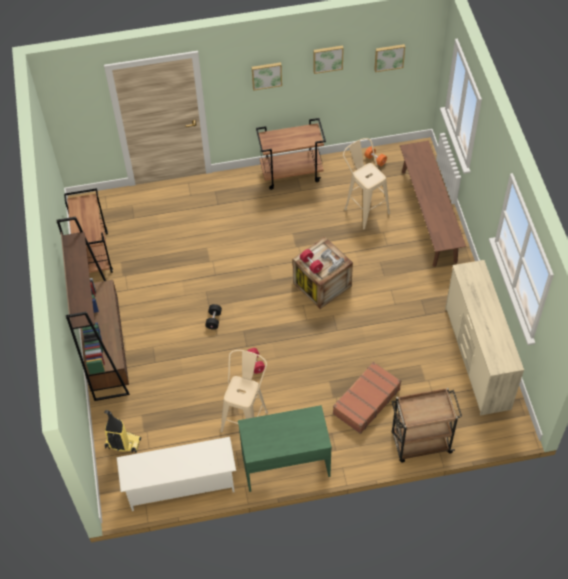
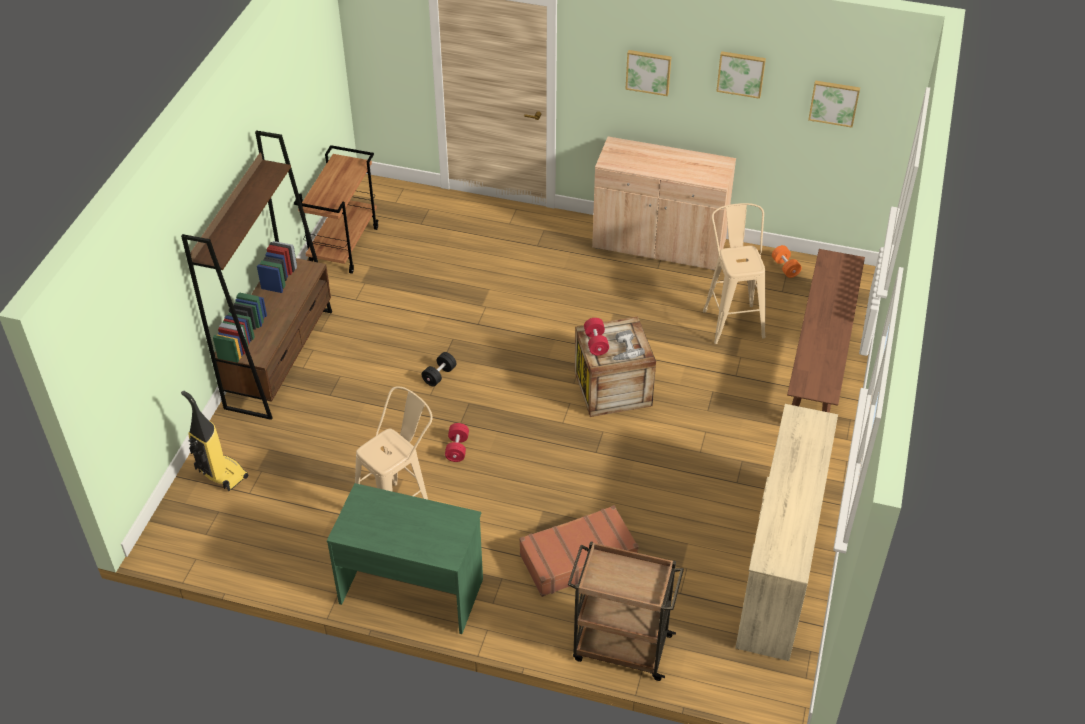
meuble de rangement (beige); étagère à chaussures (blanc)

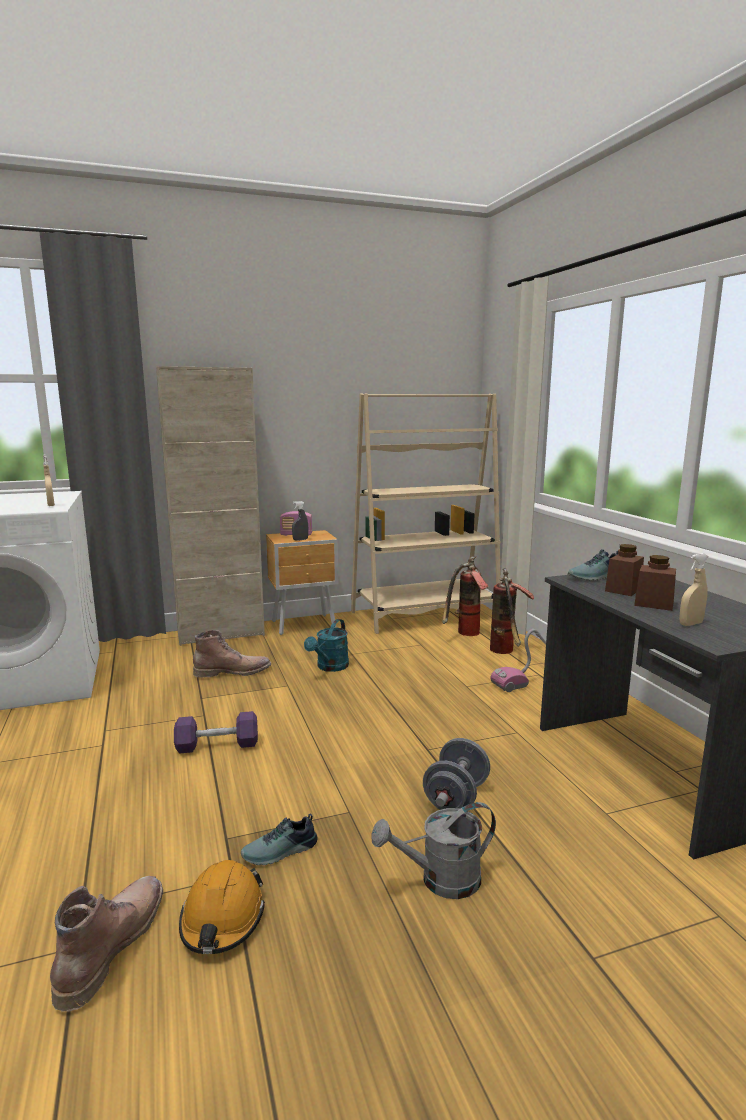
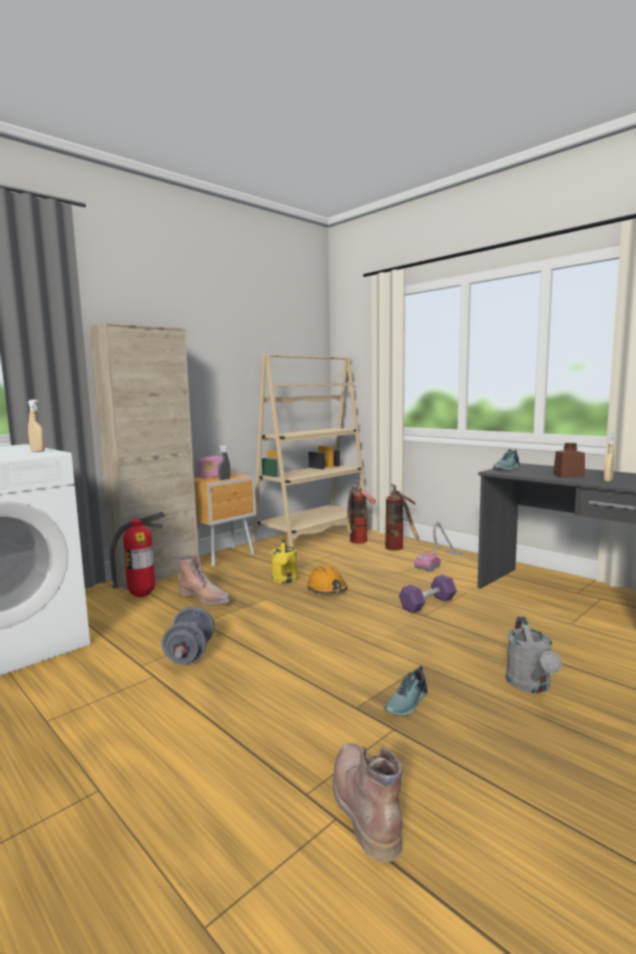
bocal (marron) (1st from left in the first image); arrosoir (jaune); botte (marron) (1st from left); haltère (violet); haltère (gris); arrosoir (gris); casque de chantier (orange); extincteur (1st from left)

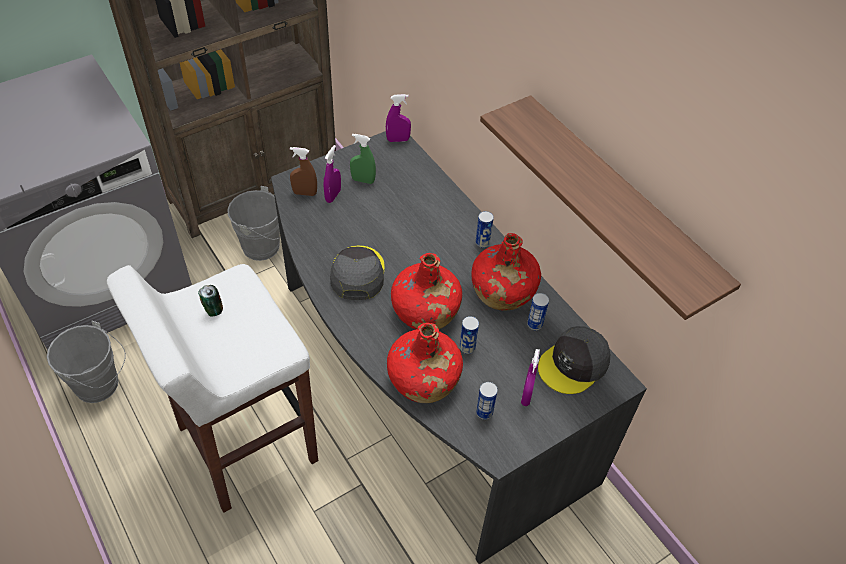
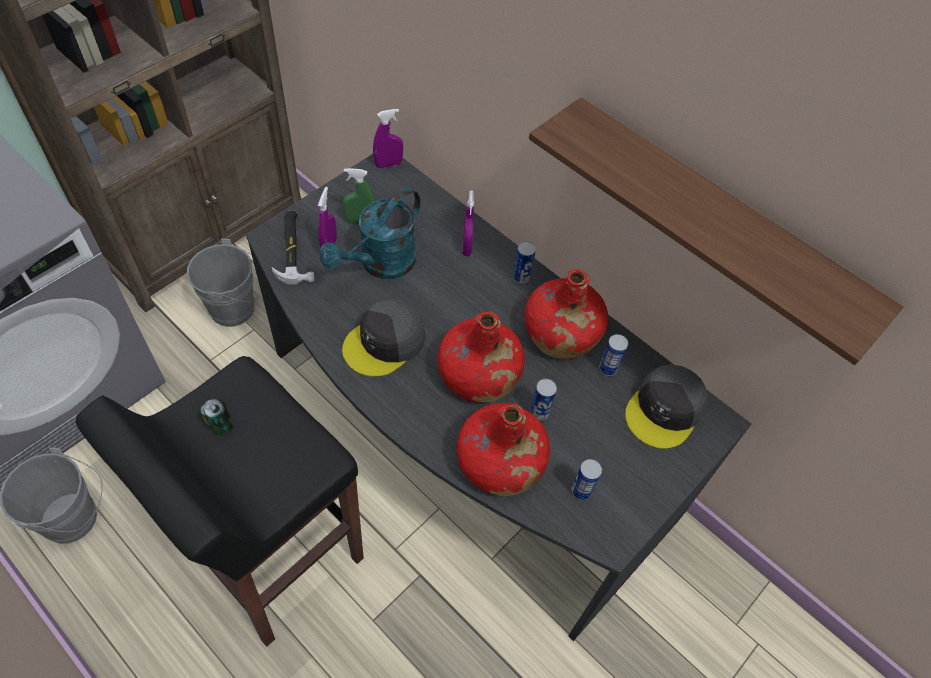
marteau; casquette (gris) (1st from left); tabouret (noir); vaporisateur (violet) (3rd from left); arrosoir (turquoise)

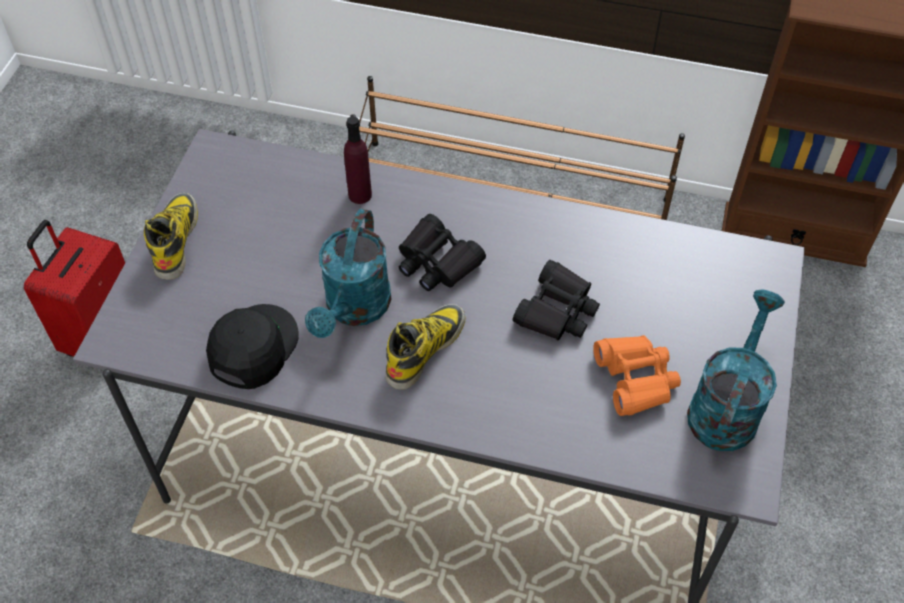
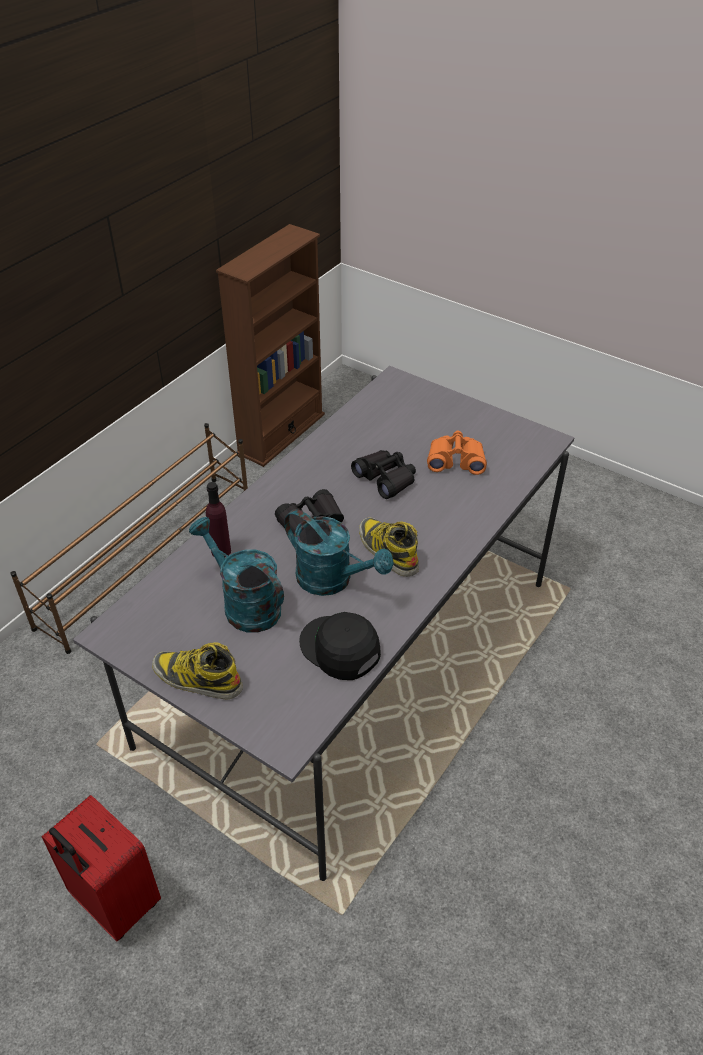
arrosoir (turquoise) (1st from left)

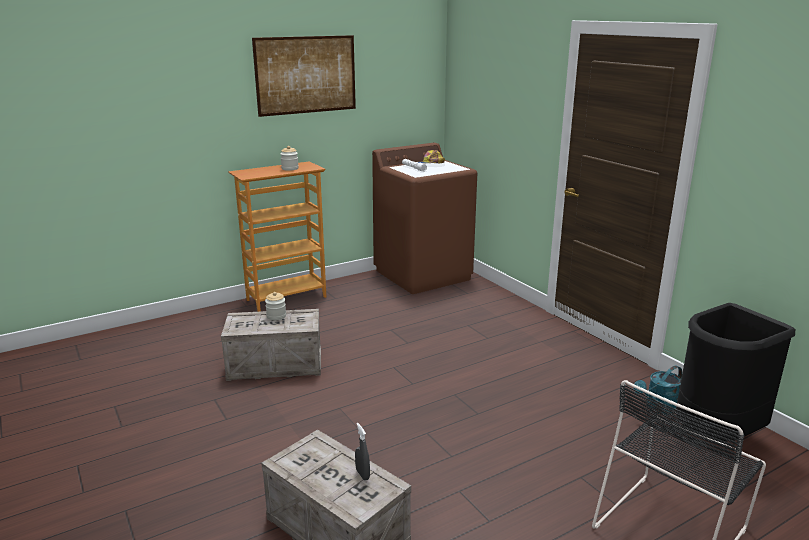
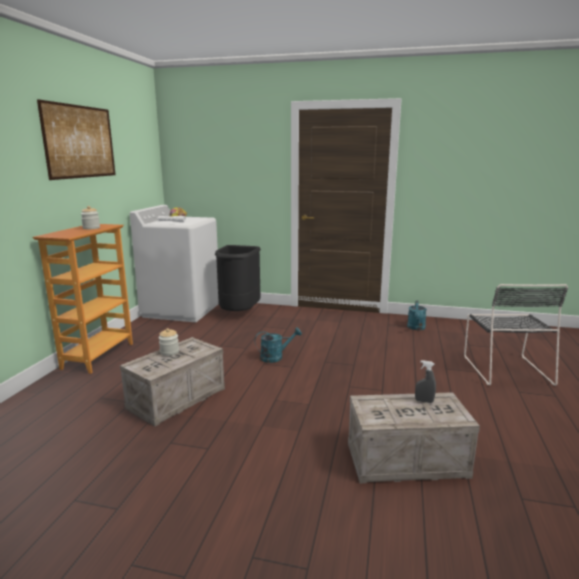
lave-linge (blanc); poubelle (noir); arrosoir (turquoise) (1st from left)

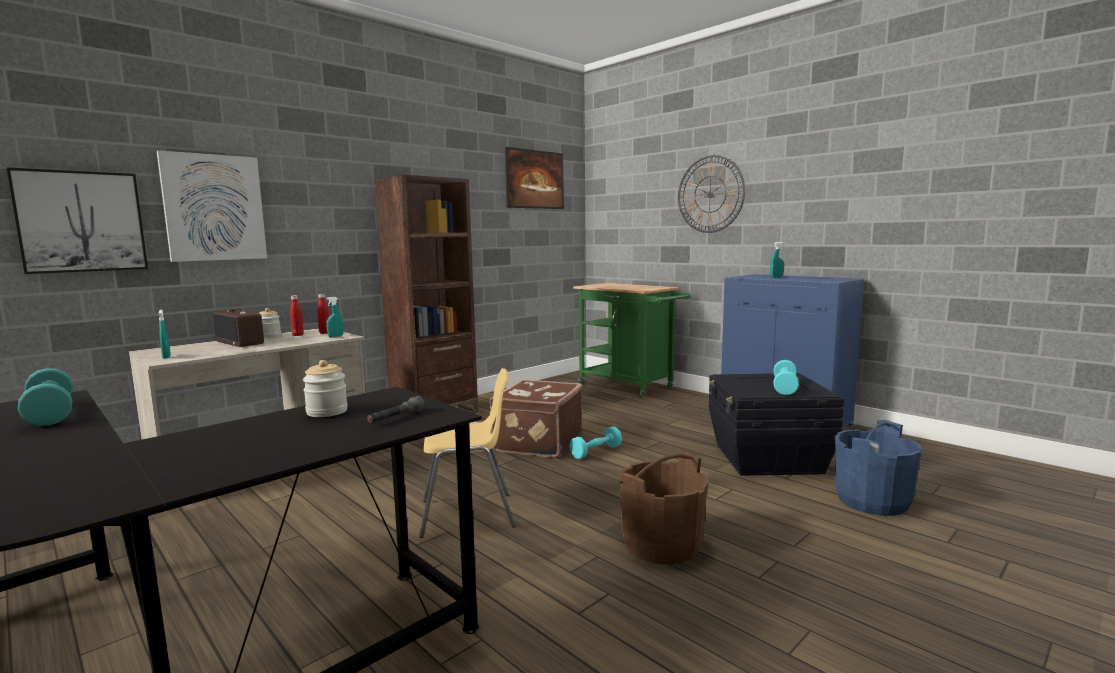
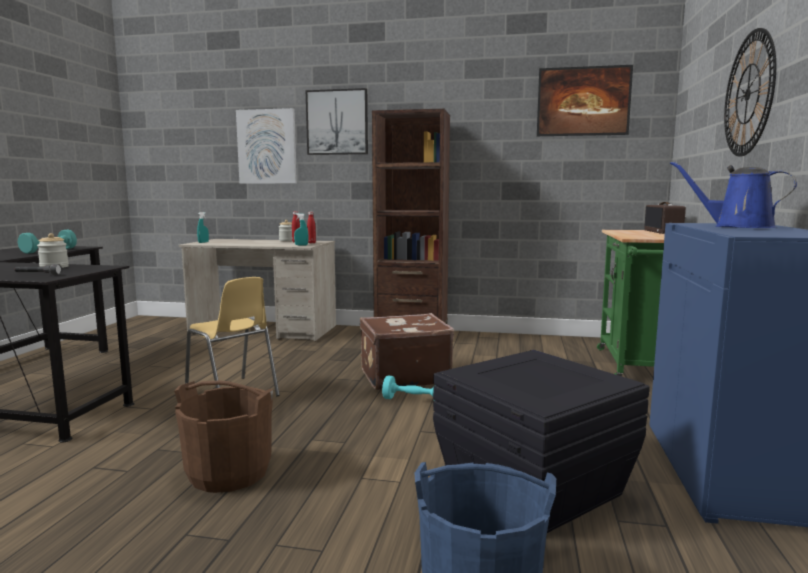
tableau (2nd from left); arrosoir (bleu); radio; haltère (turquoise) (3rd from left in the first image)

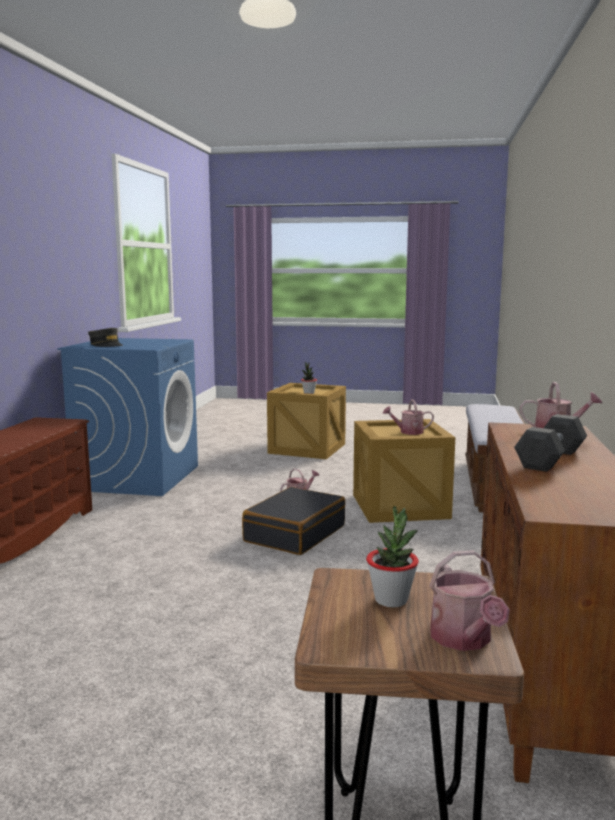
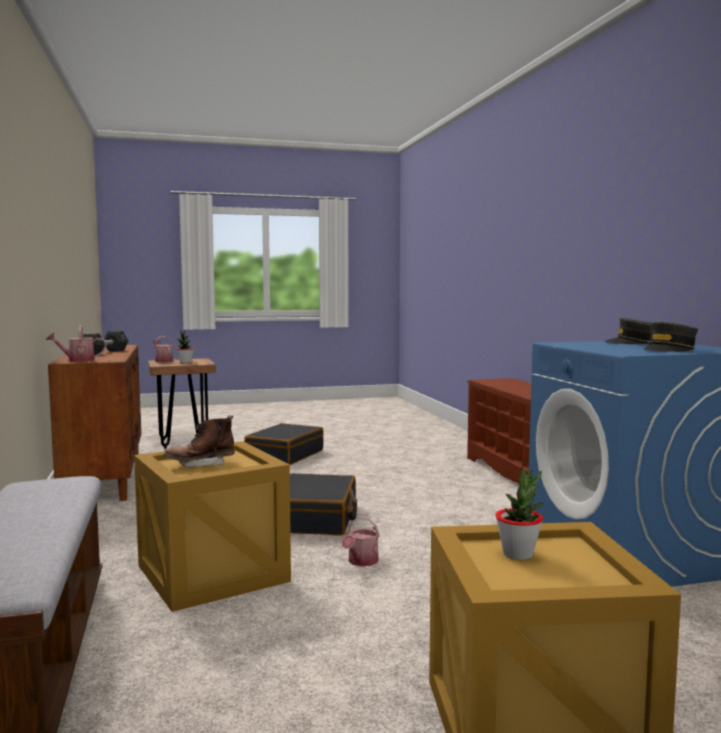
botte (marron); casquette (gris) (2nd from left); valise (noir) (1st from left)

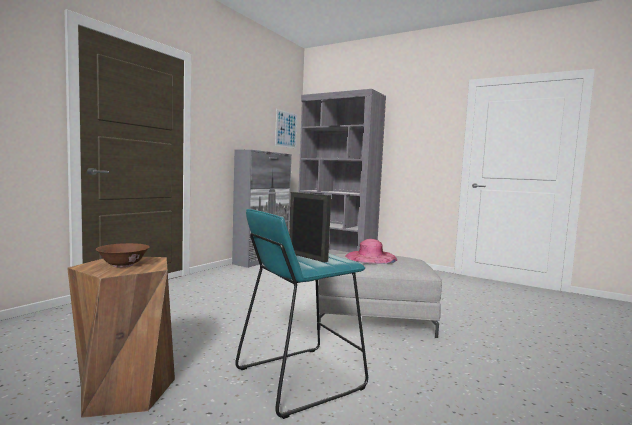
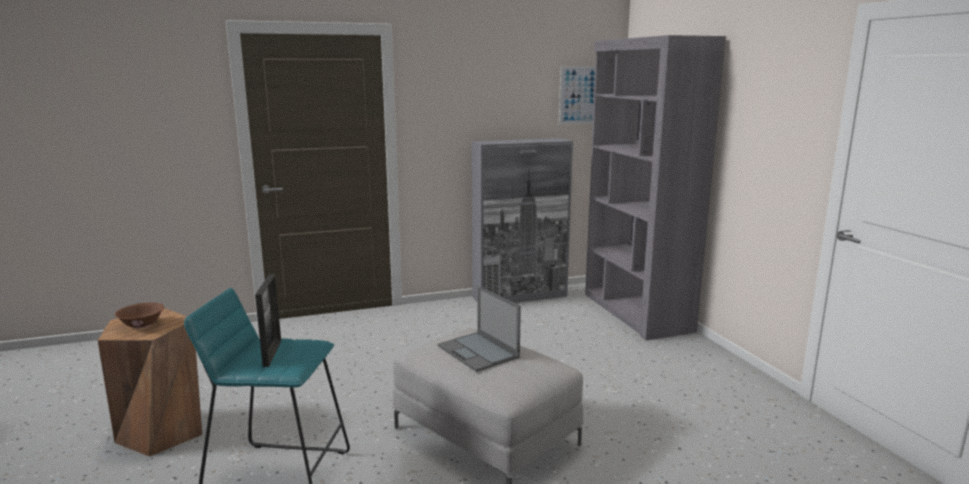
ordinateur portable

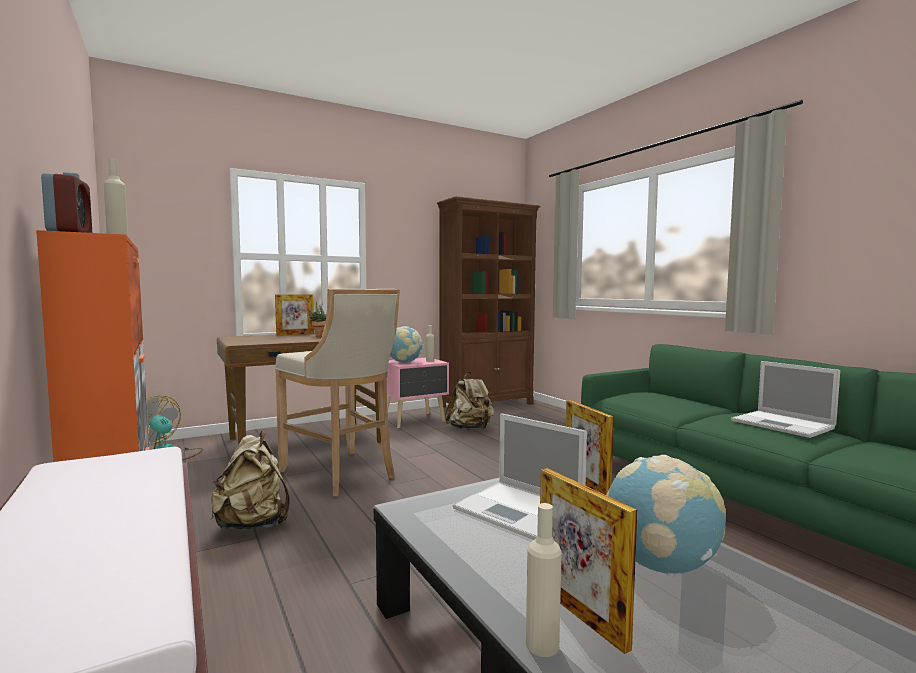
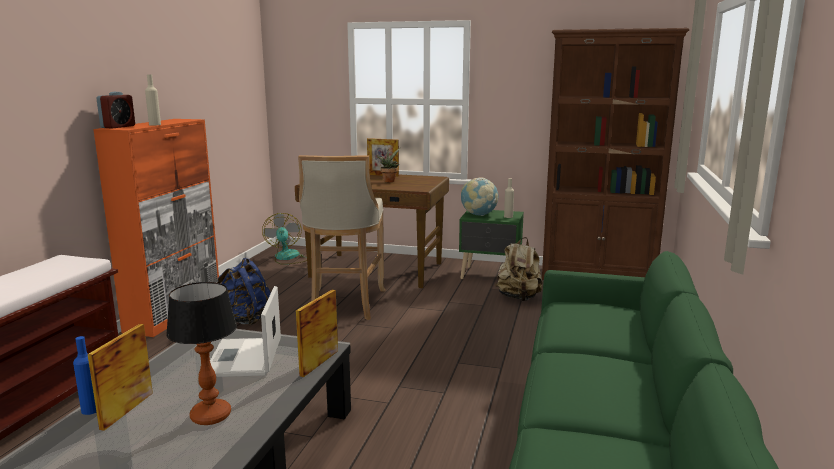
table de chevet (vert); ordinateur portable (2nd from left in the first image); sac à dos (bleu); lampe de table; bouteille (bleu)

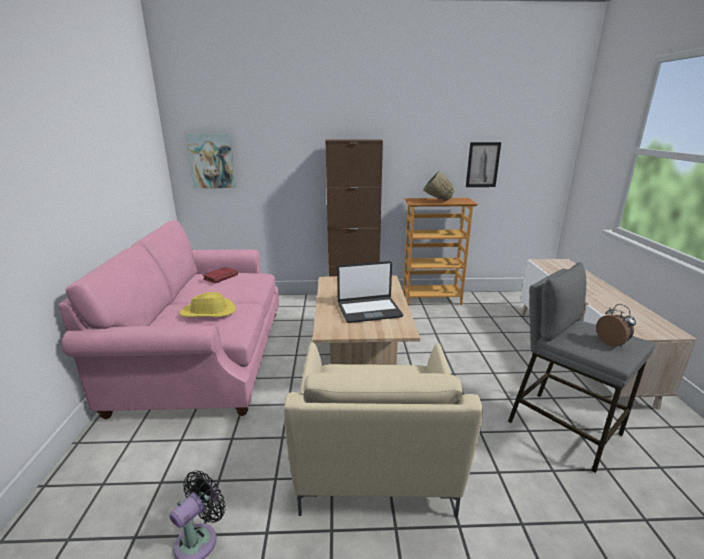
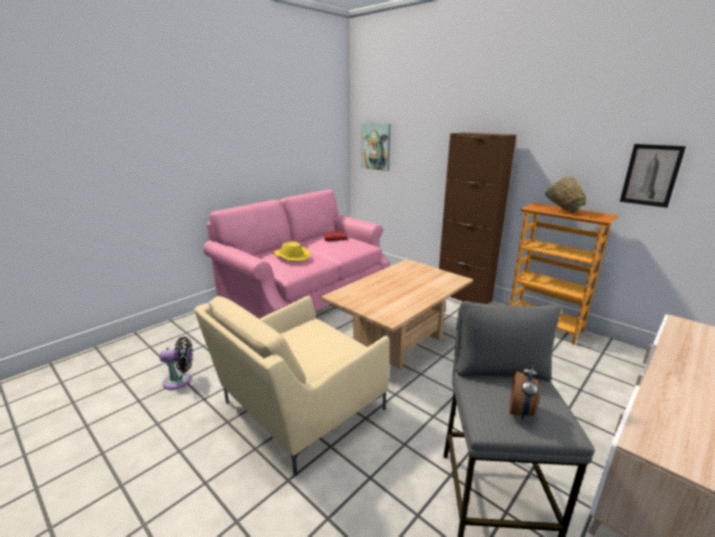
ordinateur portable

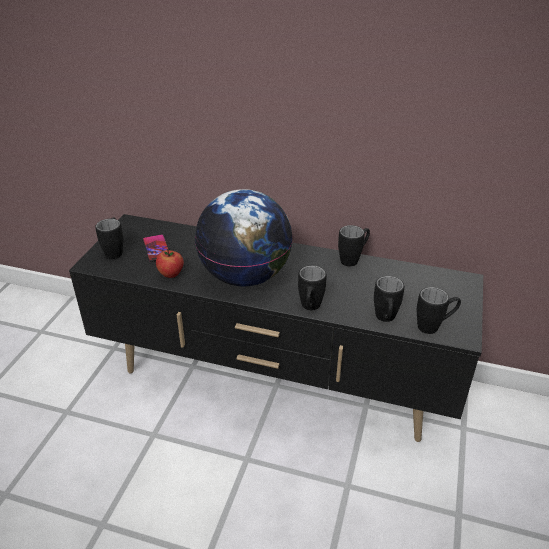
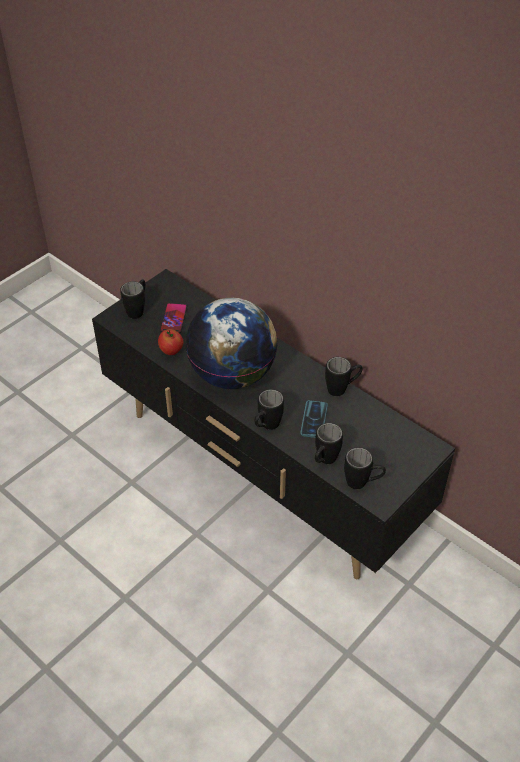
téléphone (2nd from left)

